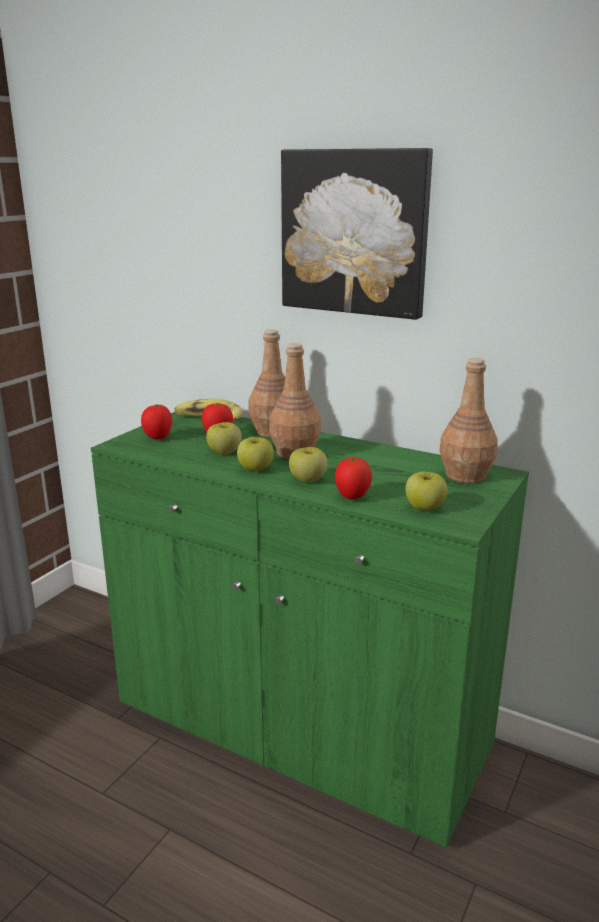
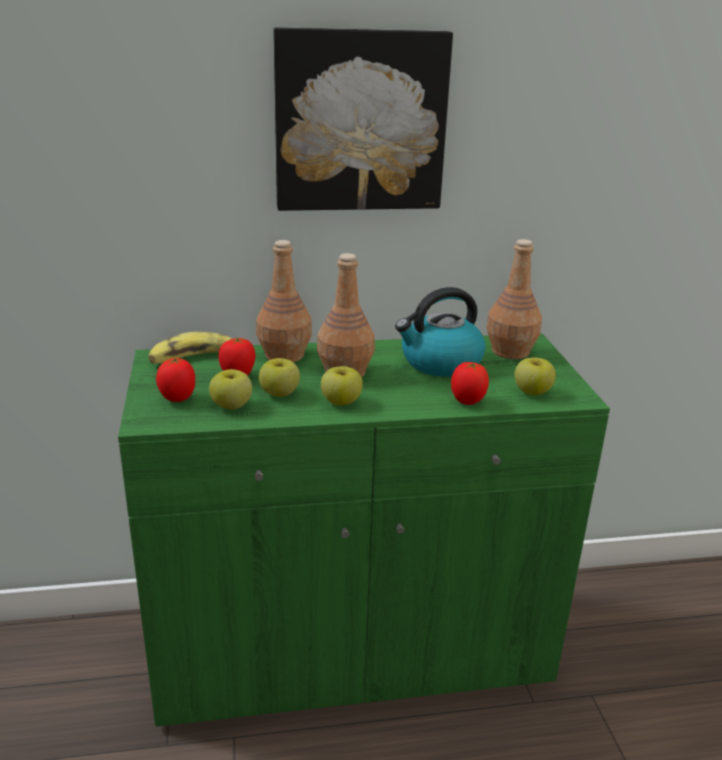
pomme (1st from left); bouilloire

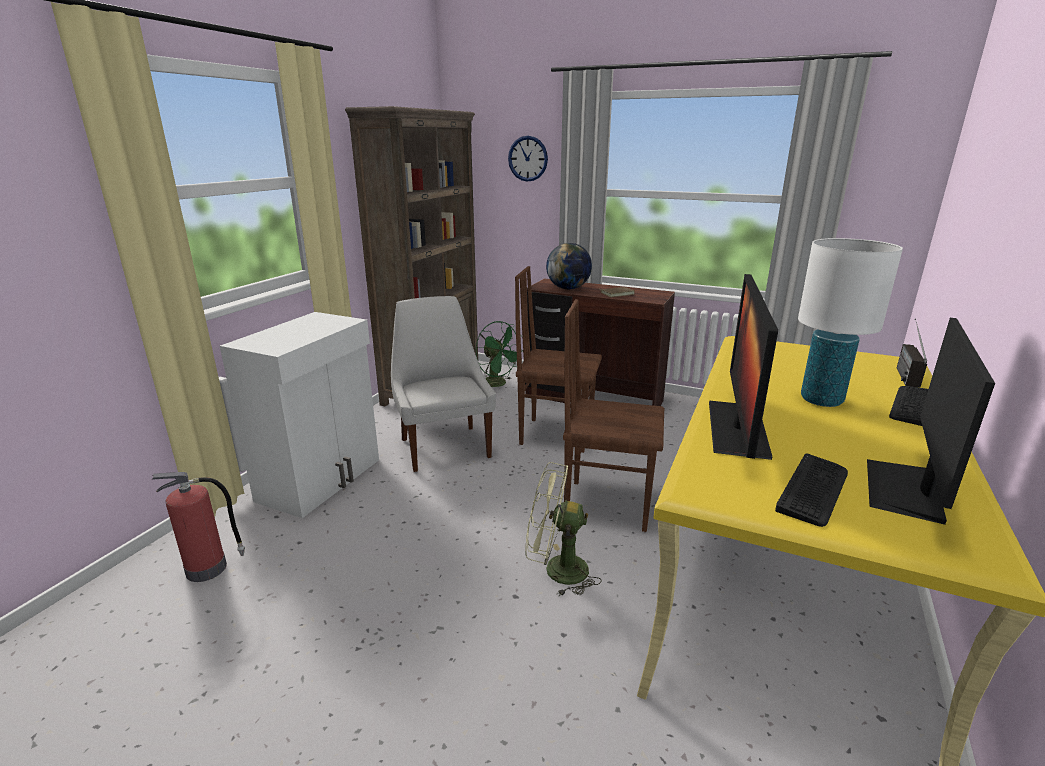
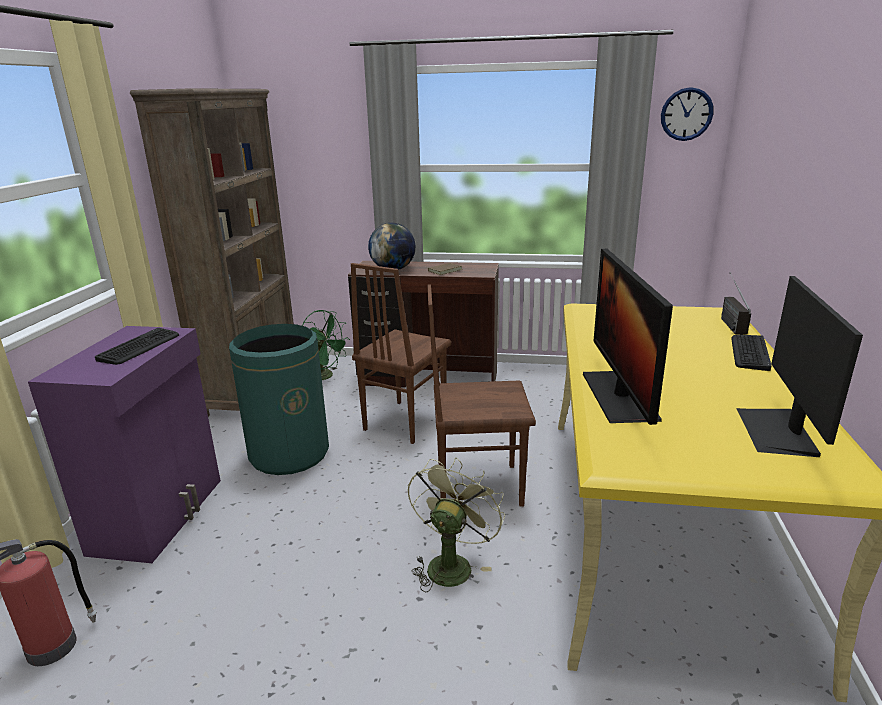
horloge murale; lampe de table (blanc); chaise (marron) (1st from left); poubelle (vert); meuble de rangement (violet); clavier (1st from left); ventilateur (vert) (2nd from left)

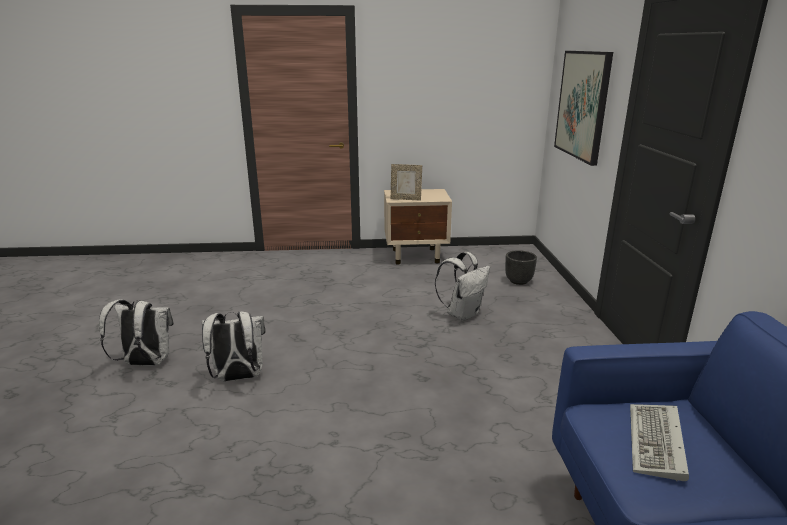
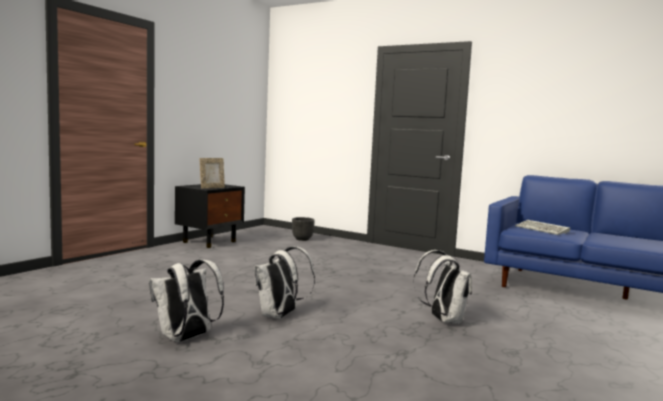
tableau; table de chevet (noir); sac à dos (blanc) (3rd from left)

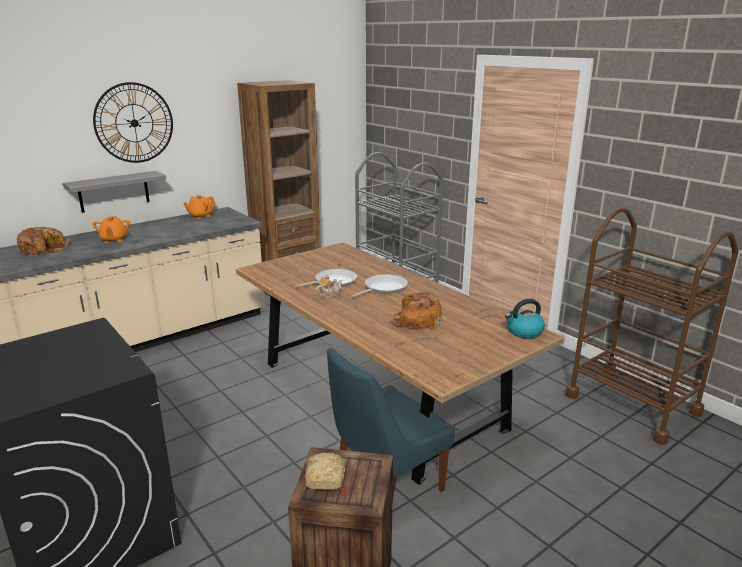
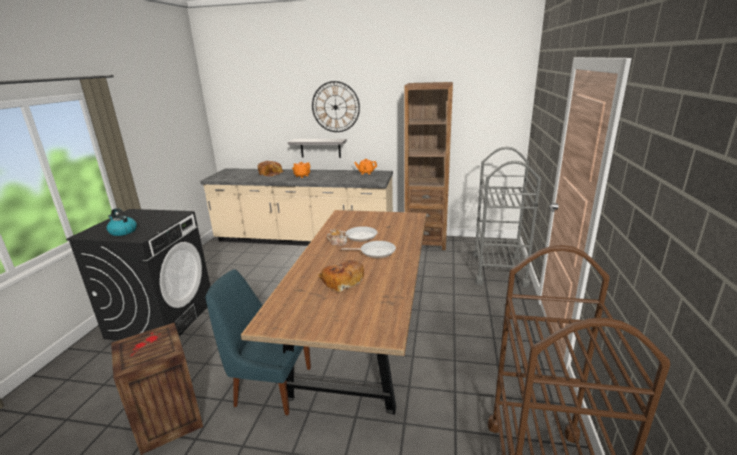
bouilloire; pain (2nd from left in the first image)

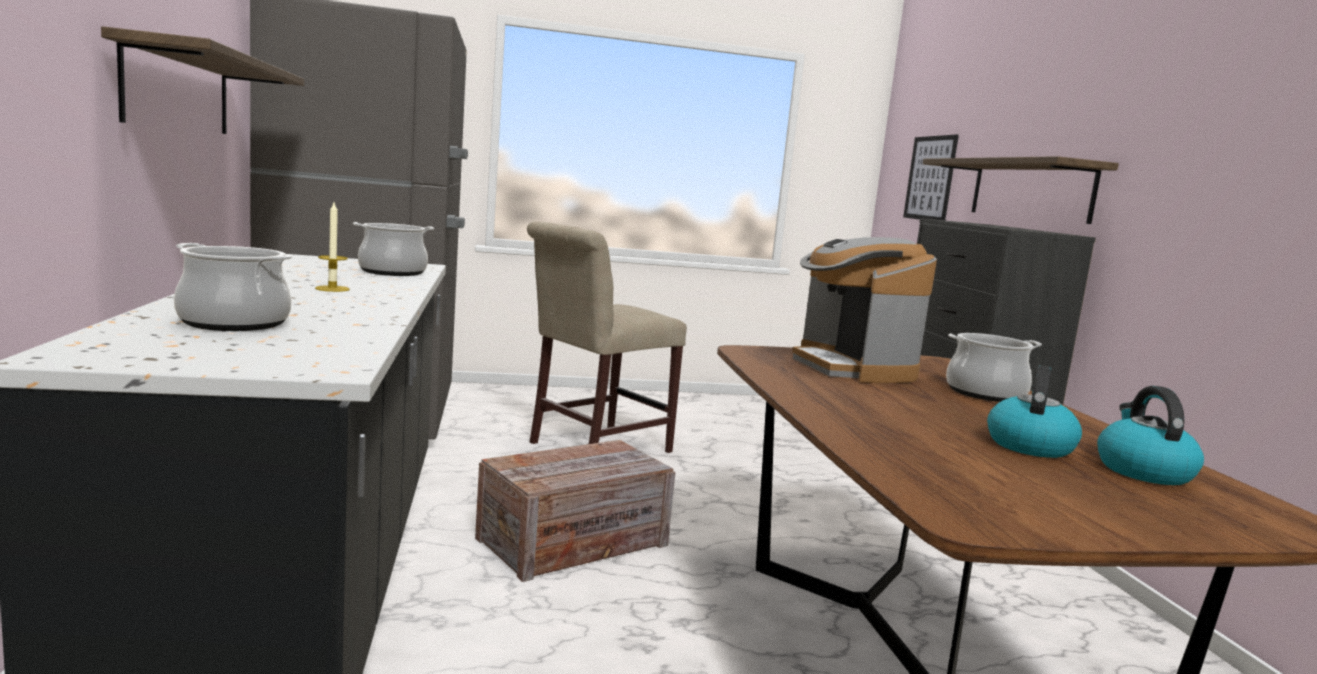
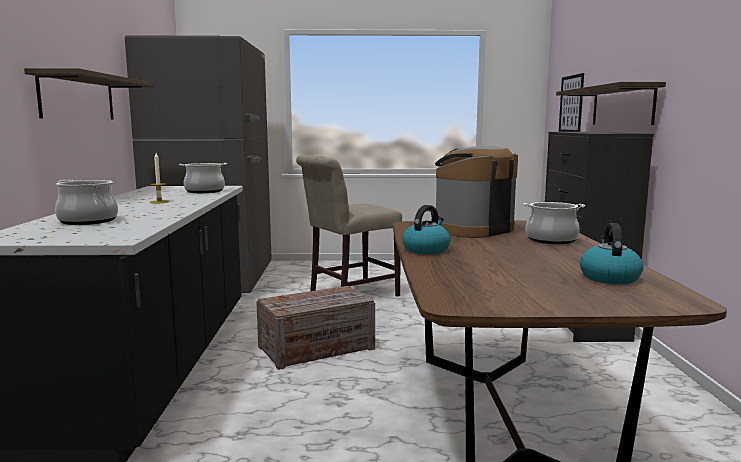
machine à café; bouilloire (1st from left)

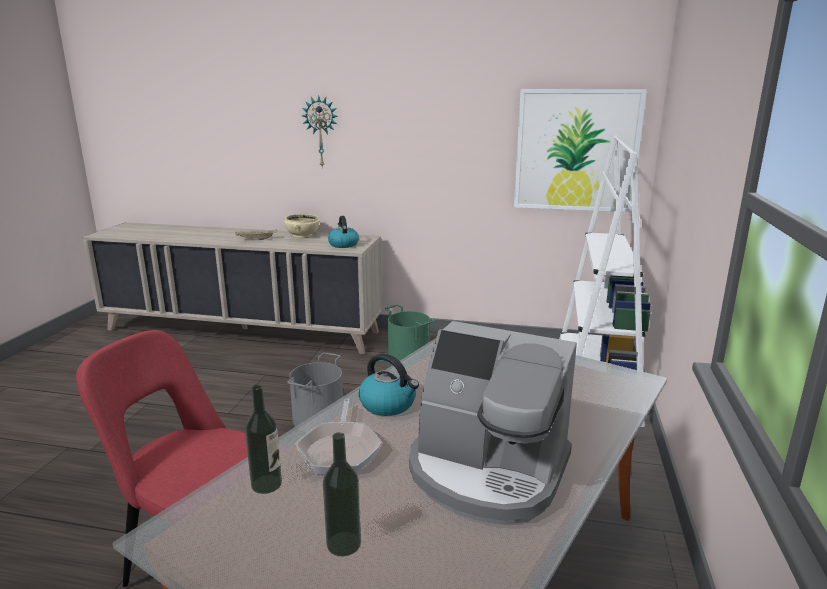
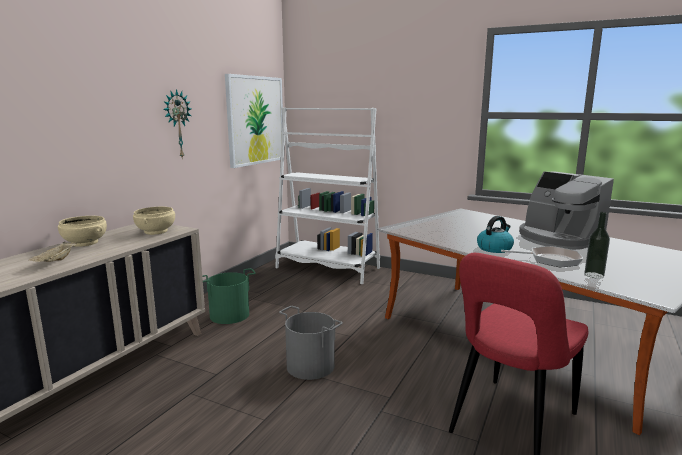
horloge murale; bol (beige) (2nd from left); machine à café; bouteille (2nd from left in the first image)

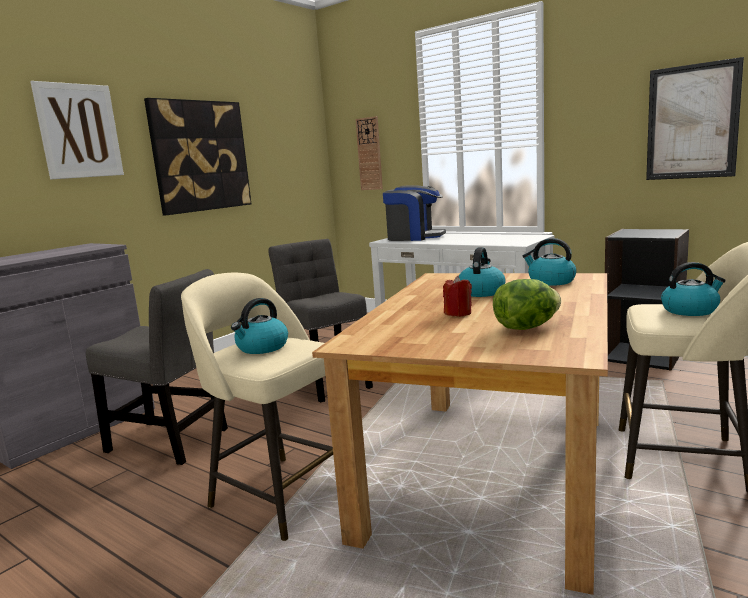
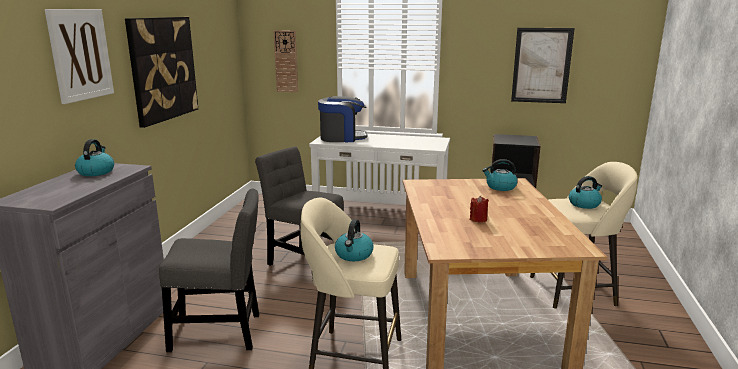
bouilloire (1st from left); laitue

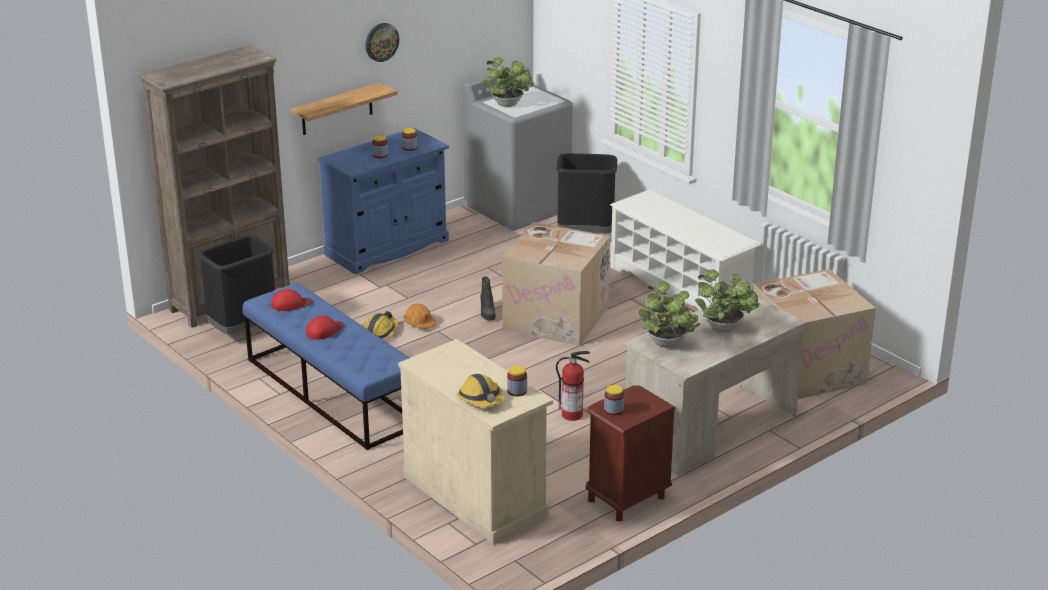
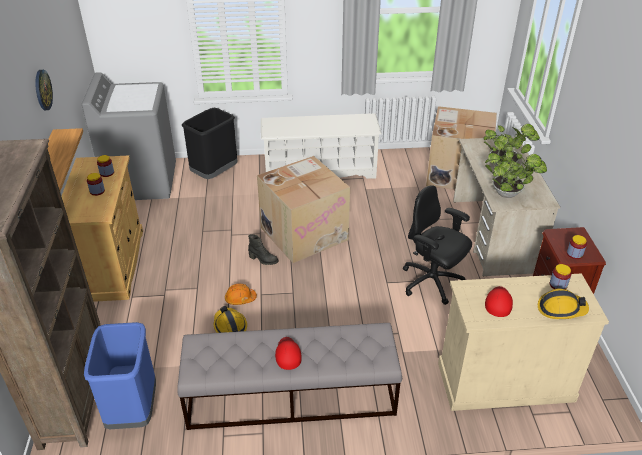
plante en pot (1st from left in the first image); meuble de rangement (beige) (1st from left); poubelle (bleu); banc (gris); casquette (rouge) (2nd from left); chaise de bureau (noir)

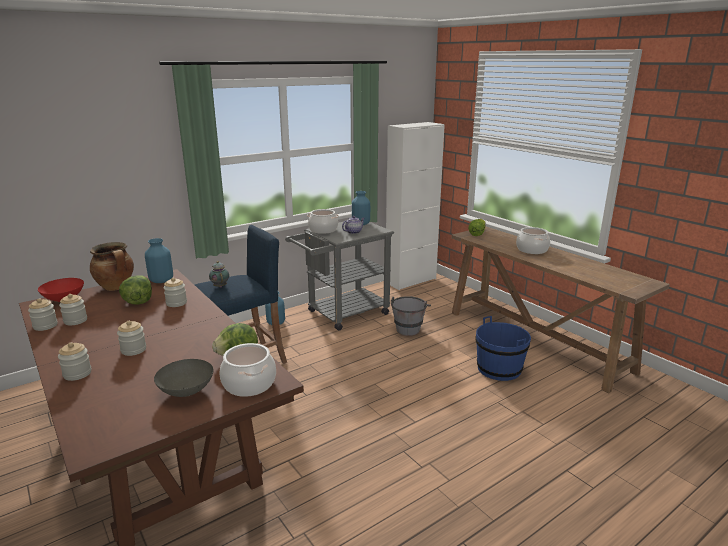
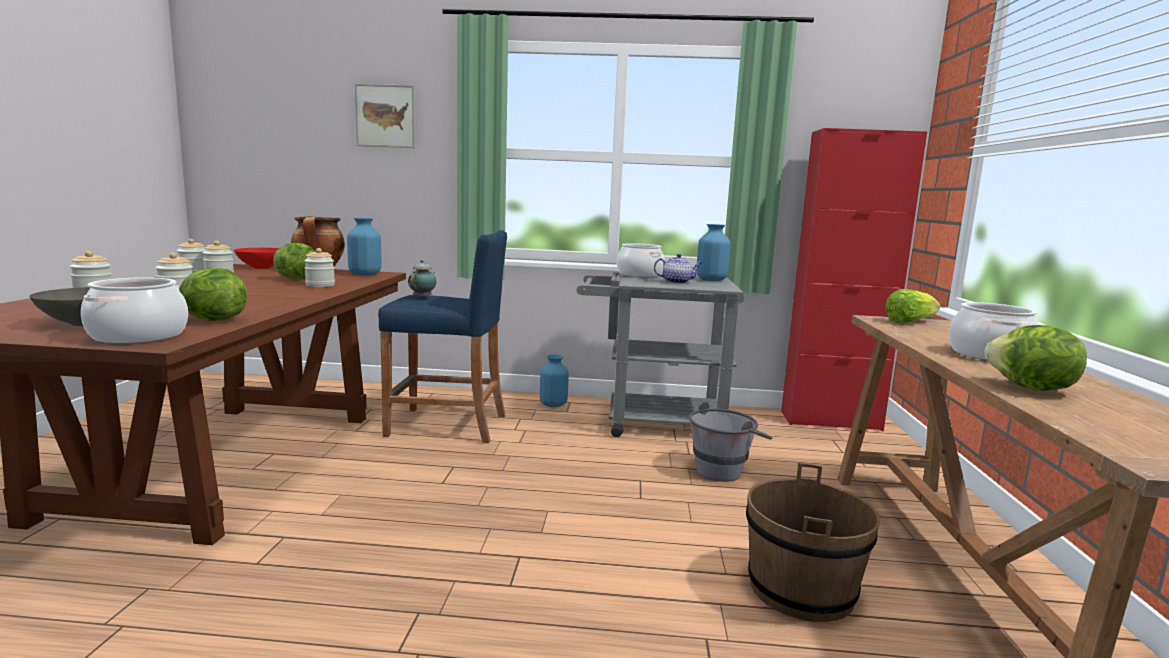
meuble de rangement (rouge); seau (marron); tableau; laitue (4th from left)

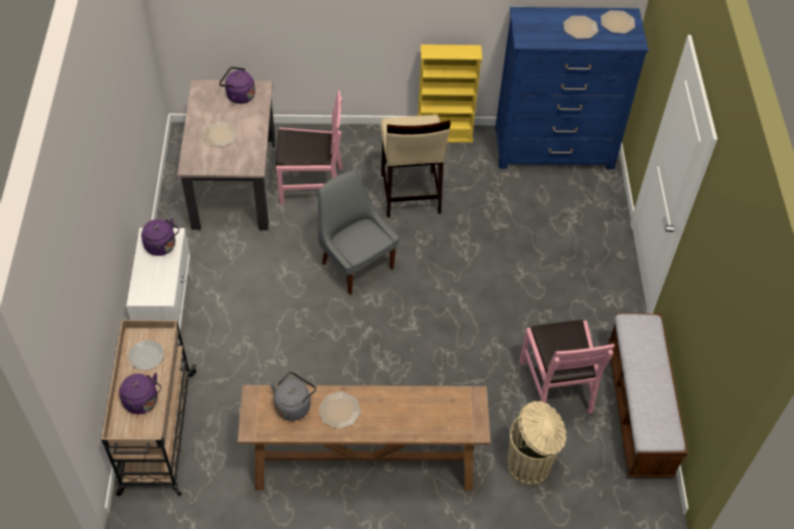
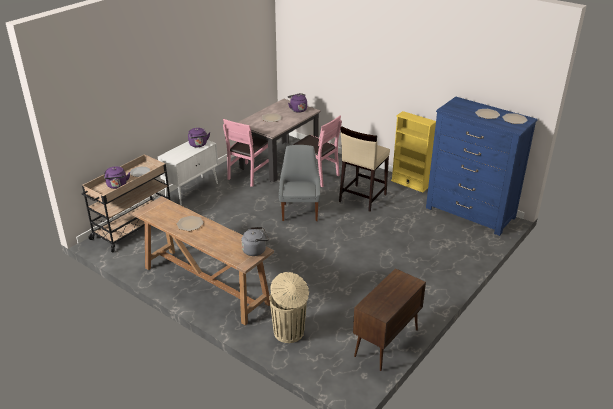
meuble de rangement (marron); chaise (rose) (1st from left); bouilloire (gris)

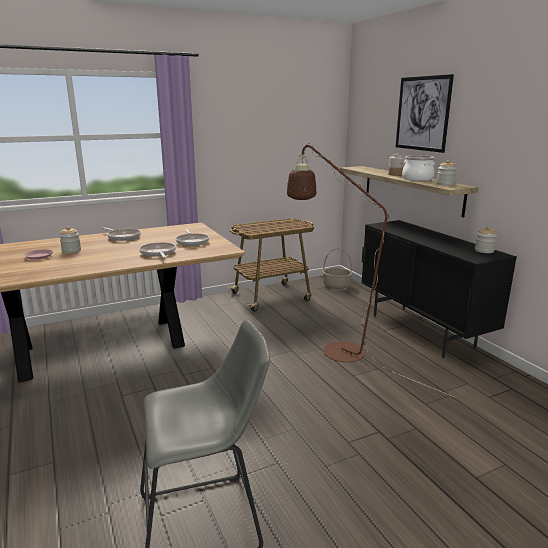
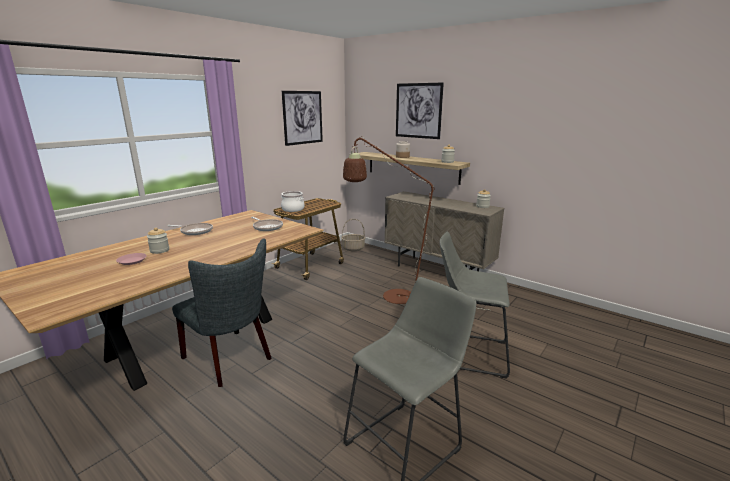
marmite; meuble de rangement (beige); poêle (2nd from left in the first image); tableau (1st from left); tabouret (gris) (2nd from left); chaise (gris)

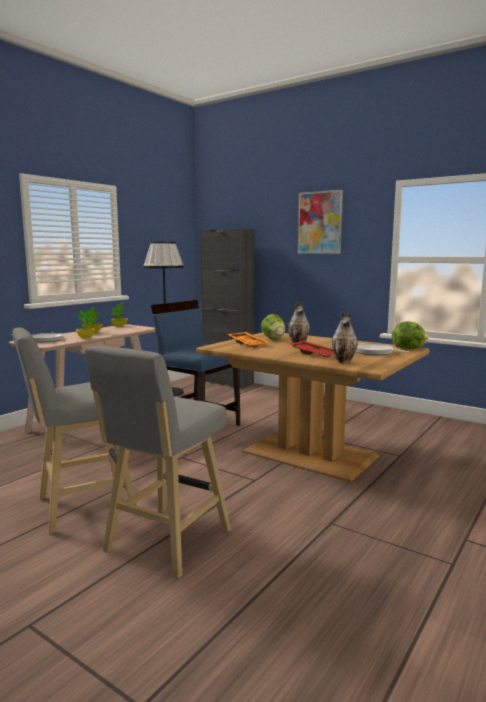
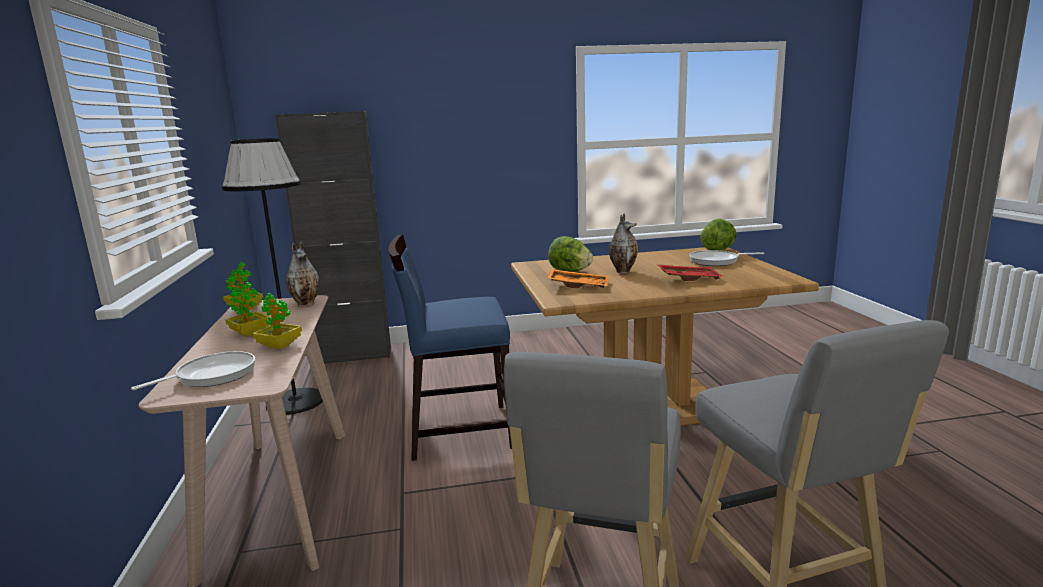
tableau; vase (1st from left)

